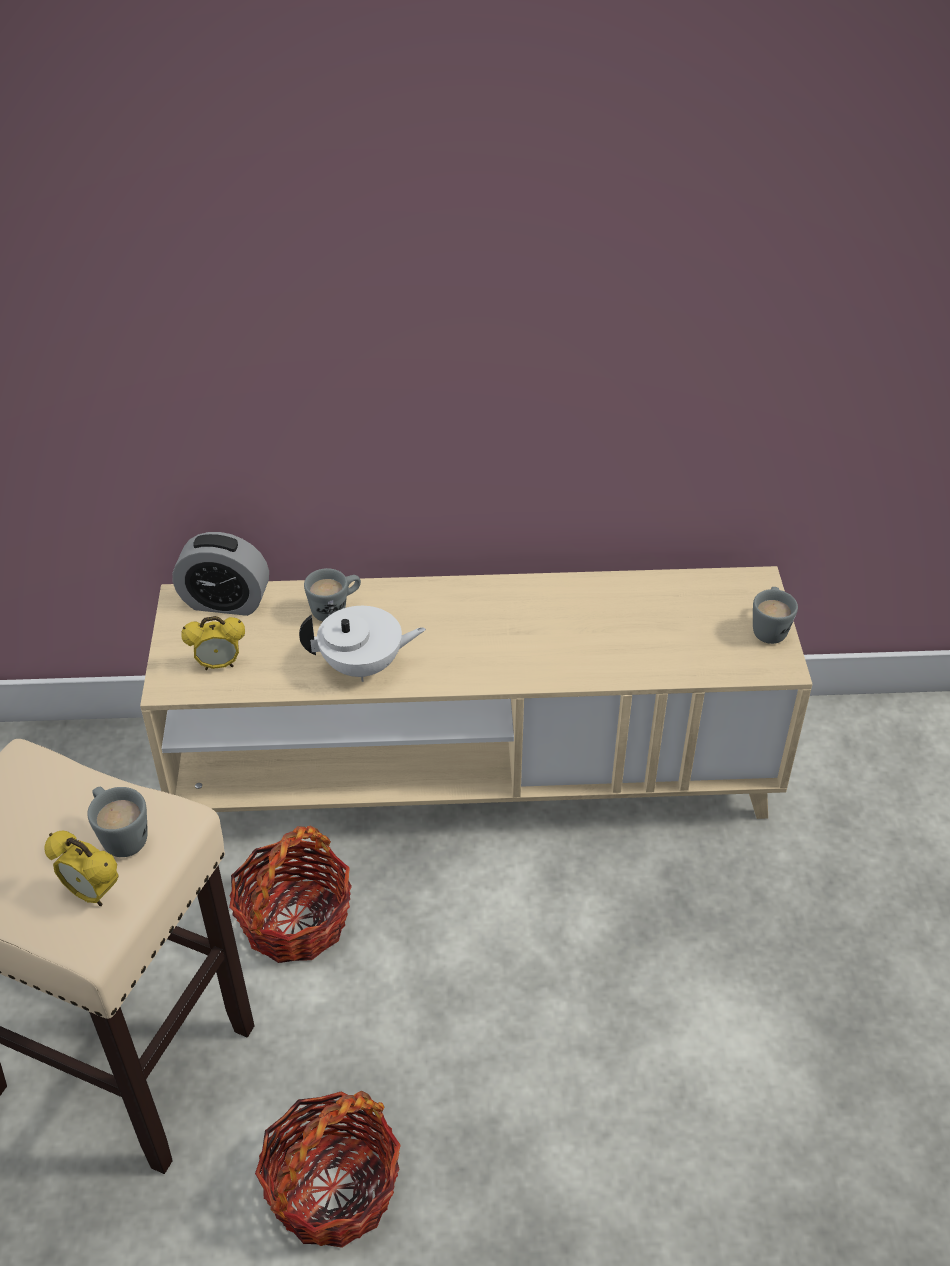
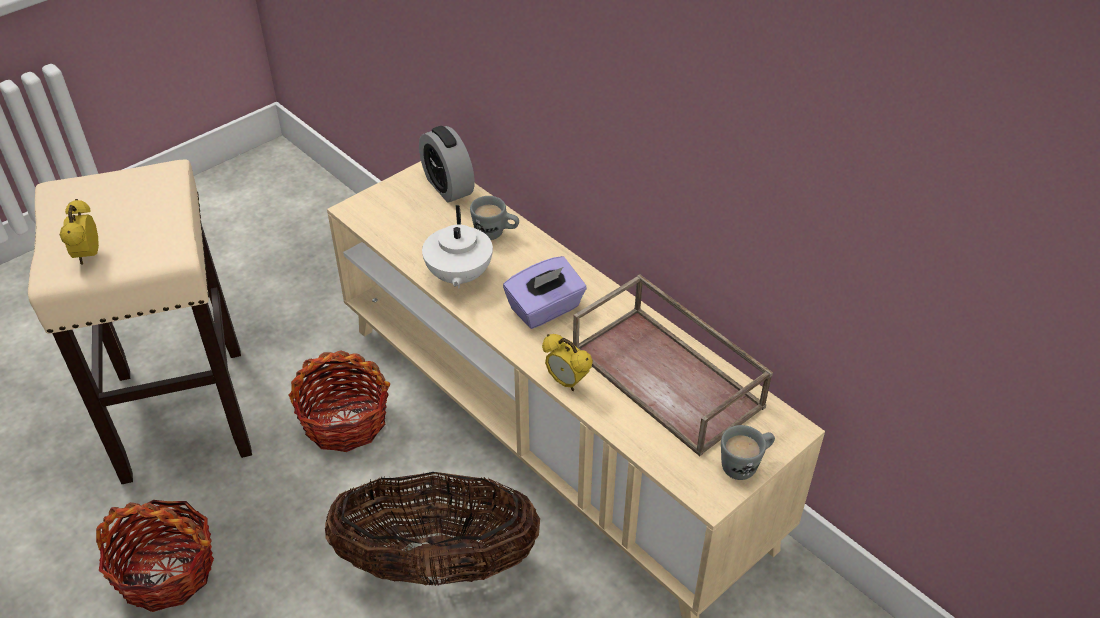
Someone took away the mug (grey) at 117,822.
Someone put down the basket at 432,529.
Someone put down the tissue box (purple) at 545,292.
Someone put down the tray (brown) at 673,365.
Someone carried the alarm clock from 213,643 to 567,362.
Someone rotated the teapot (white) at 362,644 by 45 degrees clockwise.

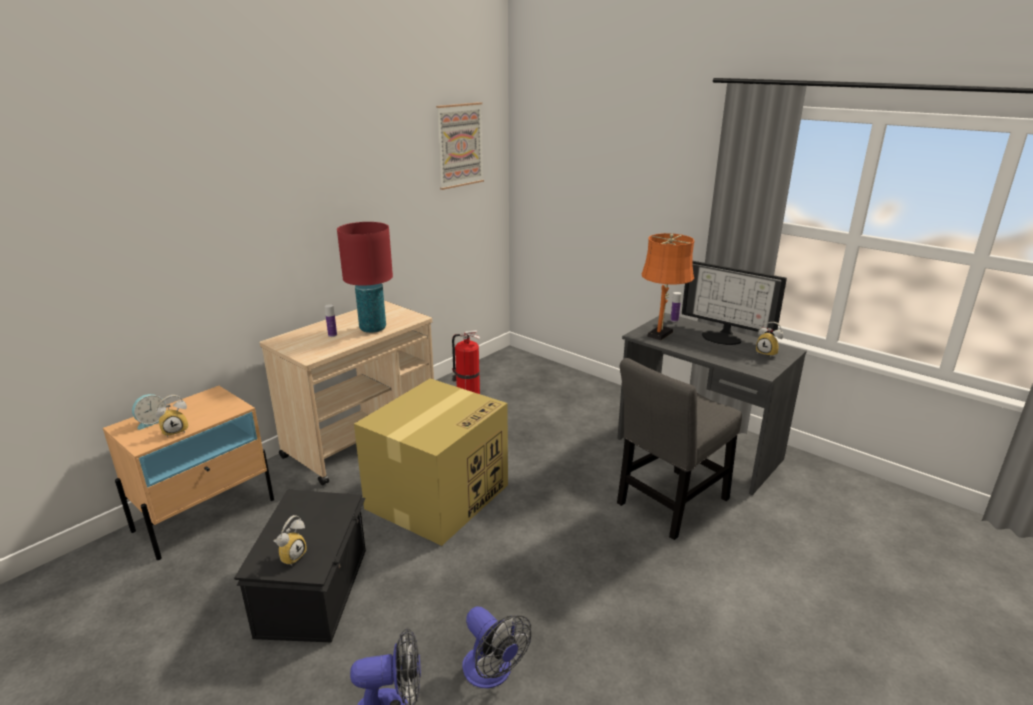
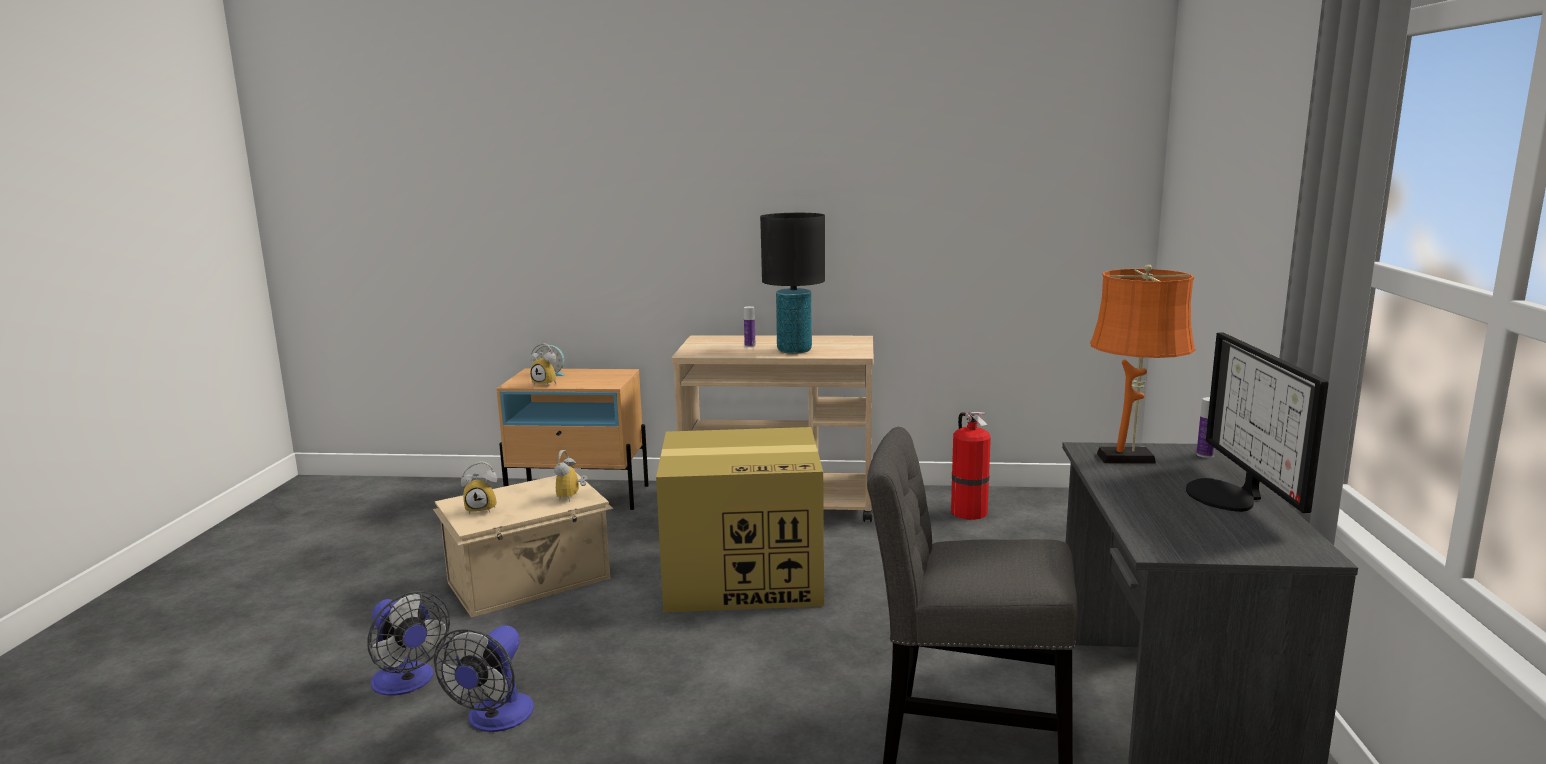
Someone took away the picture at 460,146.
Someone carried the alarm clock from 769,339 to 571,476.
Someone repainted the storage box (black) at 300,566, which became the storage box (beige) at 523,545.
Someone repainted the table lamp (red) at 365,277, which became the table lamp (black) at 792,283.

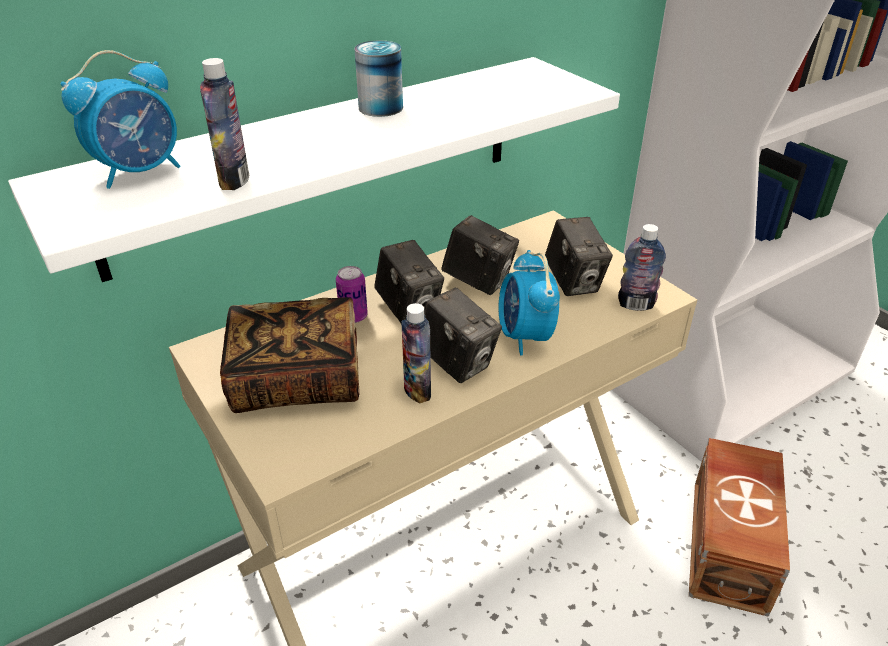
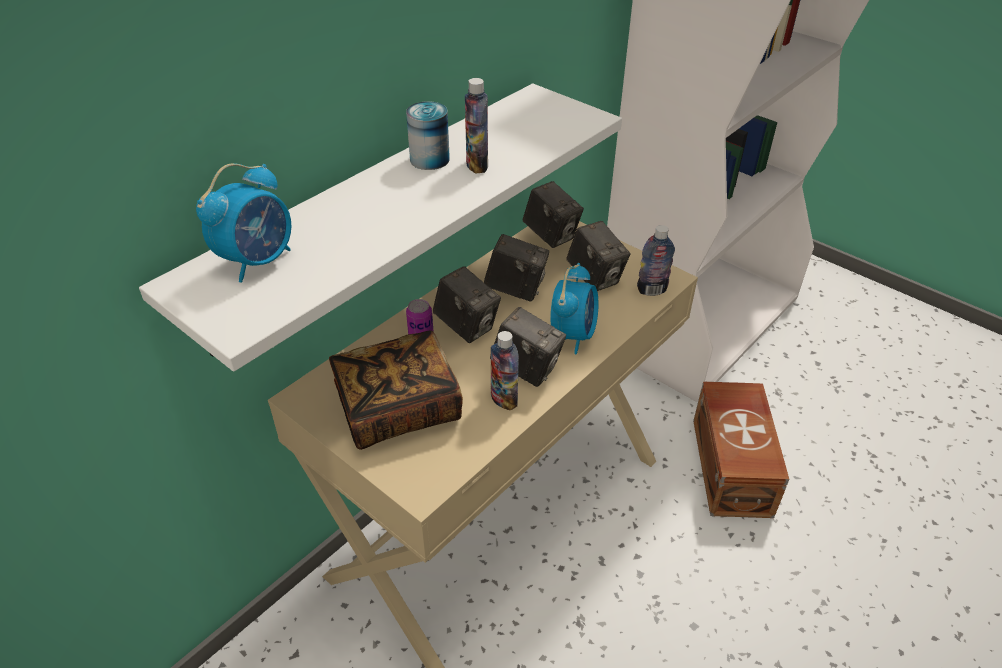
Someone put down the photo camera at 553,214.
Someone carried the bottle from 224,124 to 476,126.
Someone rotated the alarm clock at 529,302 by 135 degrees counterclockwise.

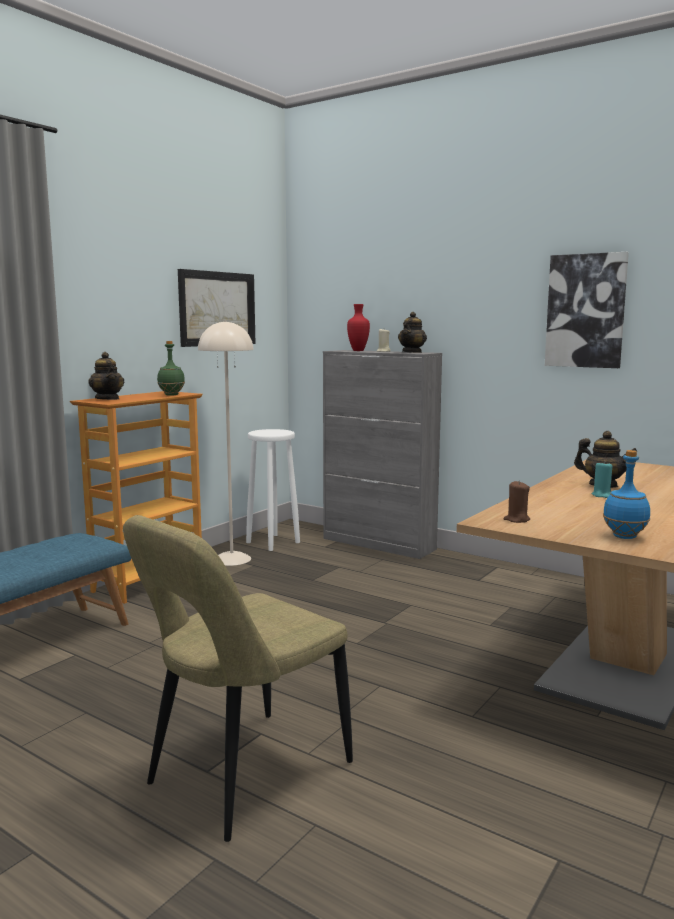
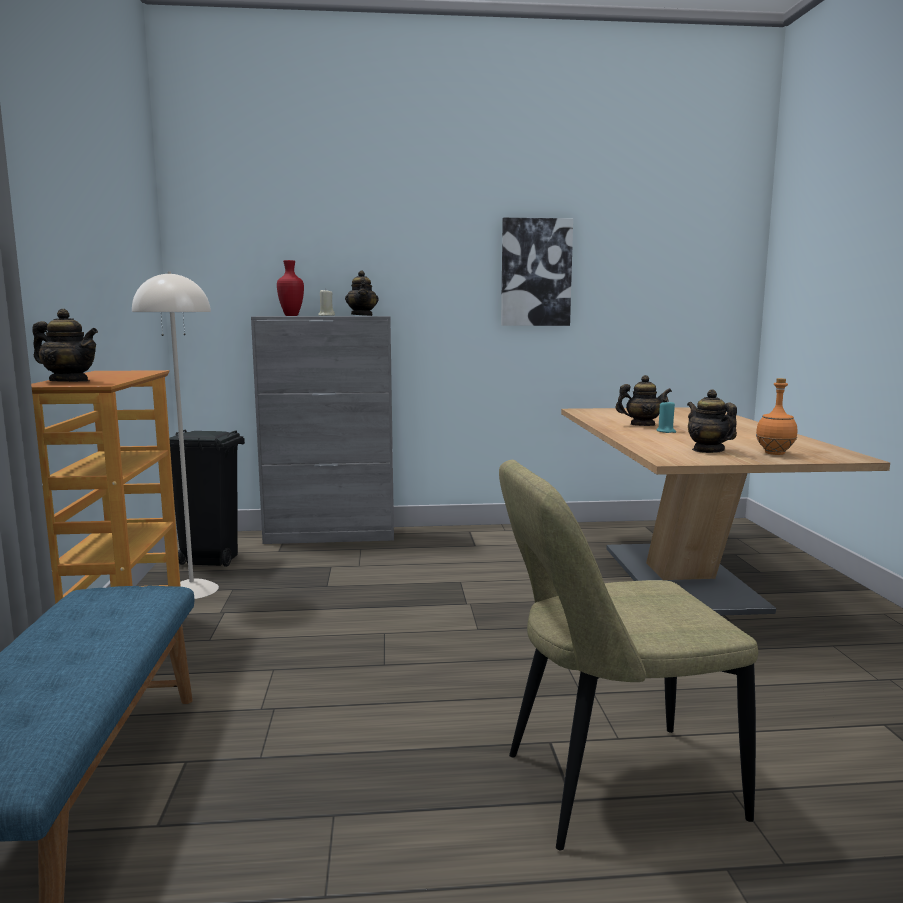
Someone took away the bottle (green) at 171,368.
Someone took away the picture at 217,308.
Someone took away the candle (brown) at 517,502.
Someone put down the teapot at 712,421.
Someone swapped the stool (white) at 273,490 for the trash can (black) at 207,498.
Someone repainted the bottle (blue) at 626,494, which became the bottle (orange) at 776,416.
Someone rotated the chair (beige) at 238,678 by 75 degrees clockwise.

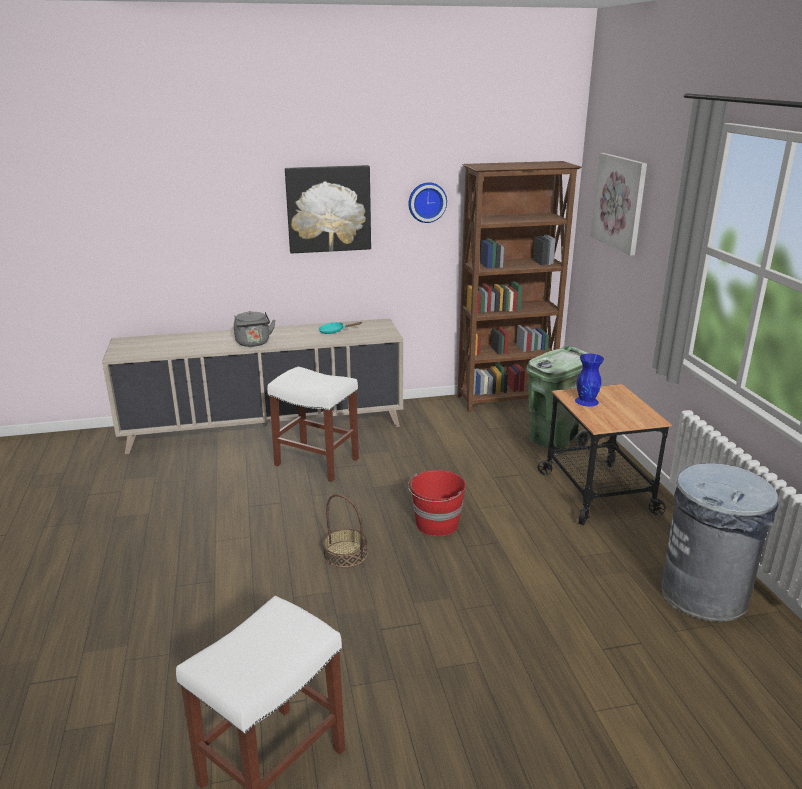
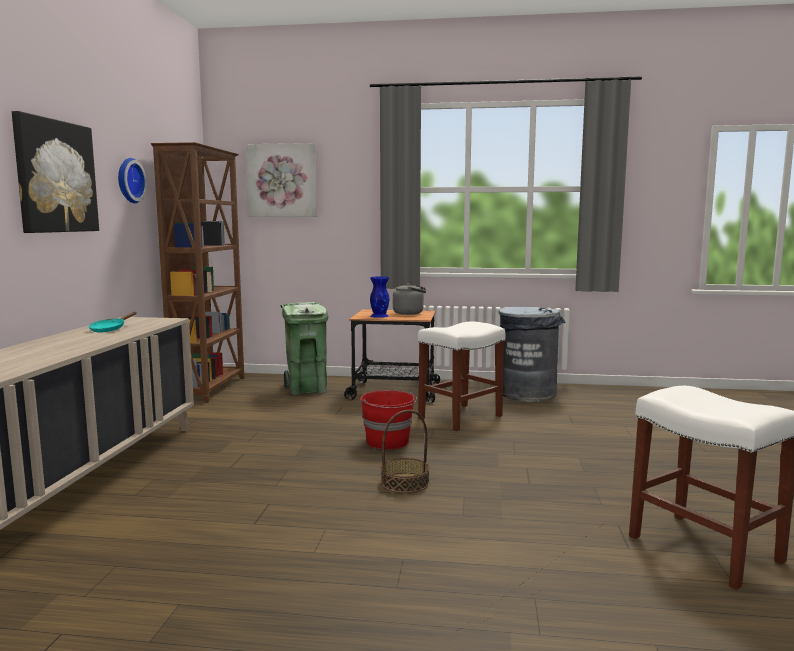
Someone carried the kettle (grey) from 255,329 to 409,299.
Someone carried the stool (white) from 313,424 to 461,376.

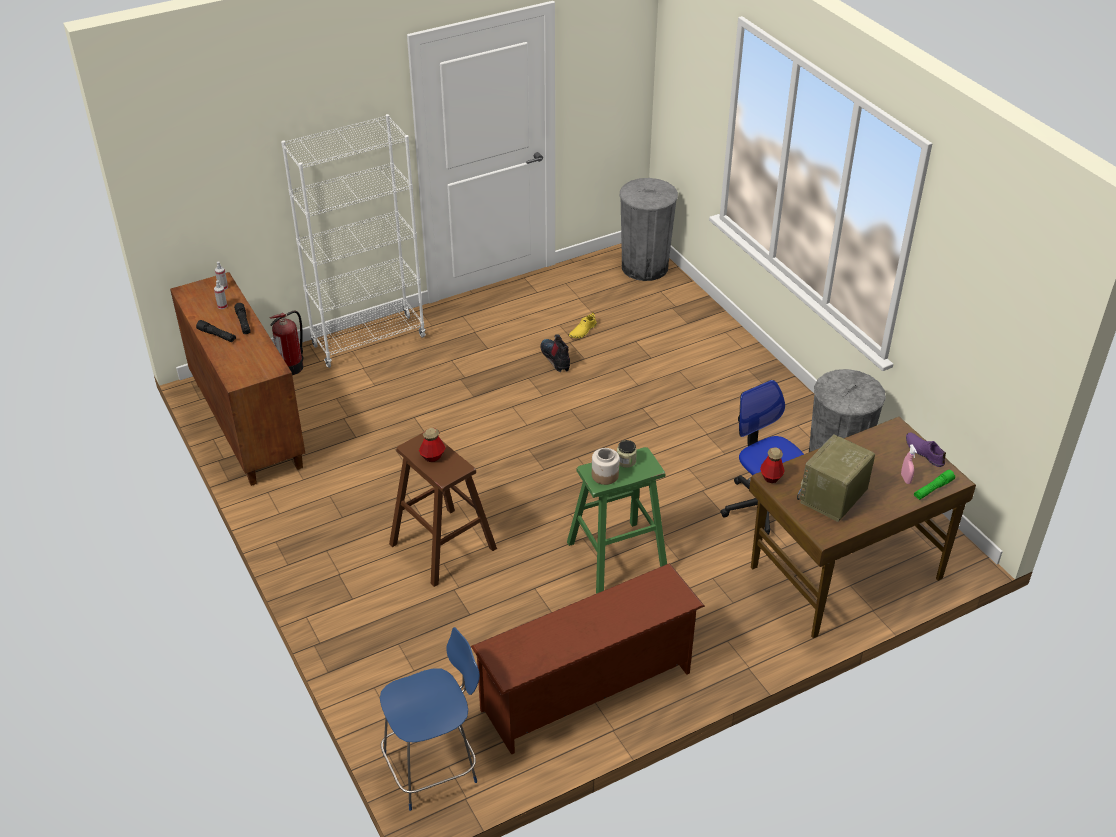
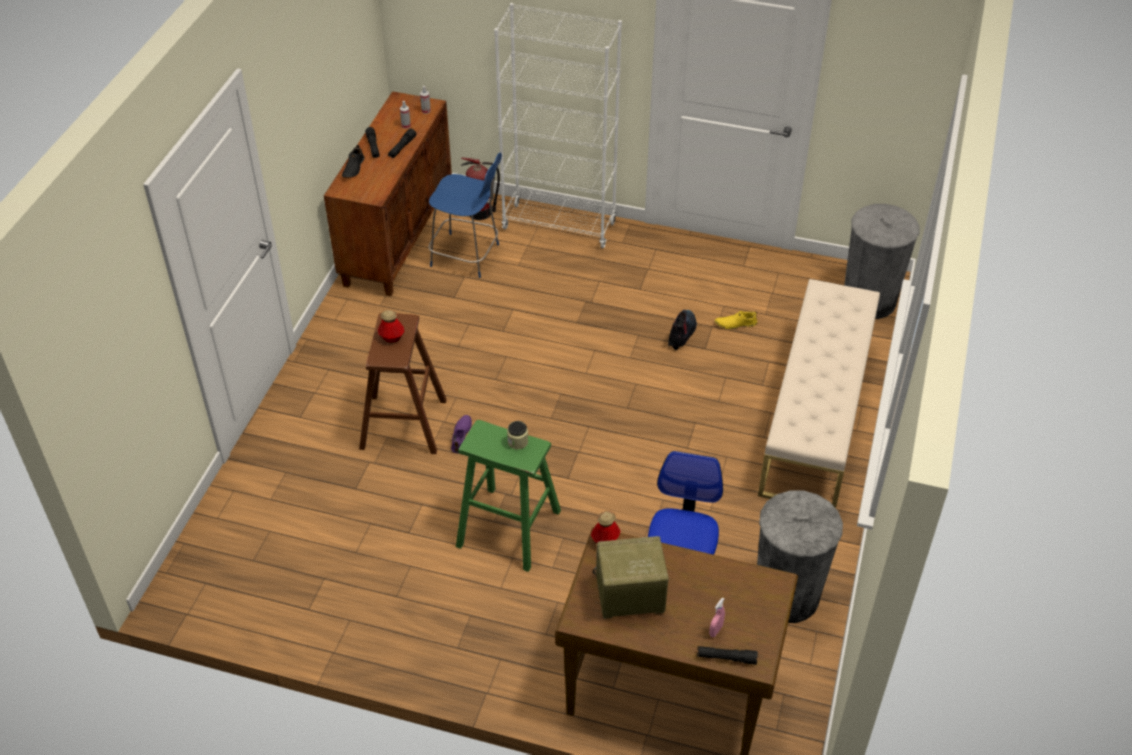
Someone took away the shoe rack (brown) at 588,659.
Someone took away the jar at 605,466.
Someone put down the shoe (black) at 353,161.
Someone put down the bench (beige) at 819,393.
Someone carried the stool (blue) from 430,719 to 465,215.
Someone carried the shoe (purple) from 926,449 to 461,434.
Someone repainted the flashlight (green) at 934,485, which became the flashlight (black) at 727,655.

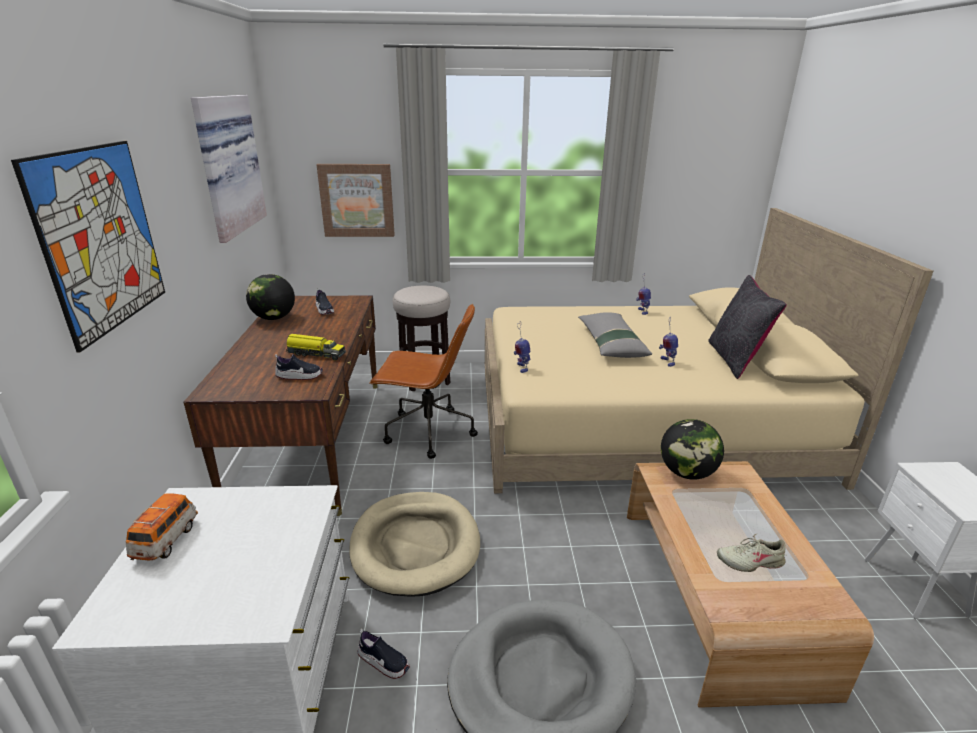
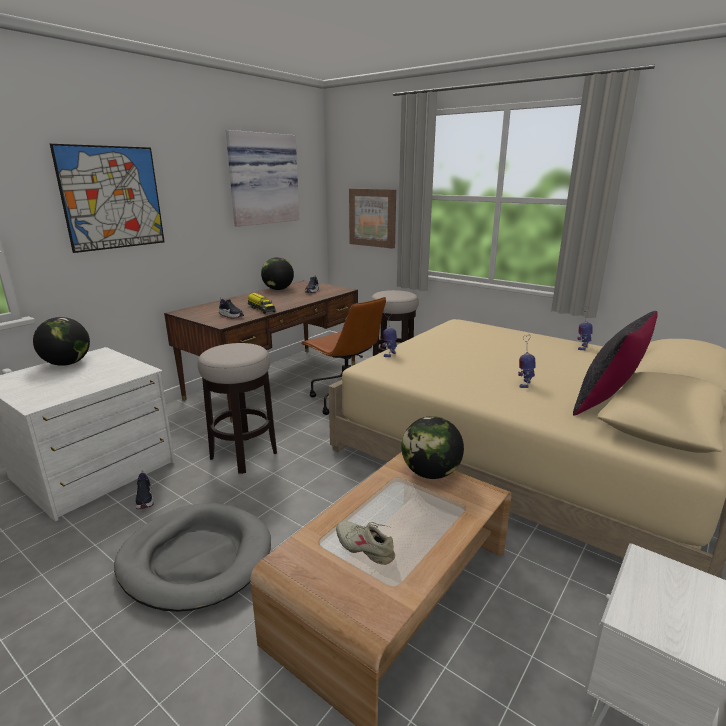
Someone took away the pillow (grey) at 615,335.
Someone swapped the toy car at 162,526 for the globe at 61,341.
Someone swapped the dog bed (beige) at 414,544 for the stool at 237,408.

